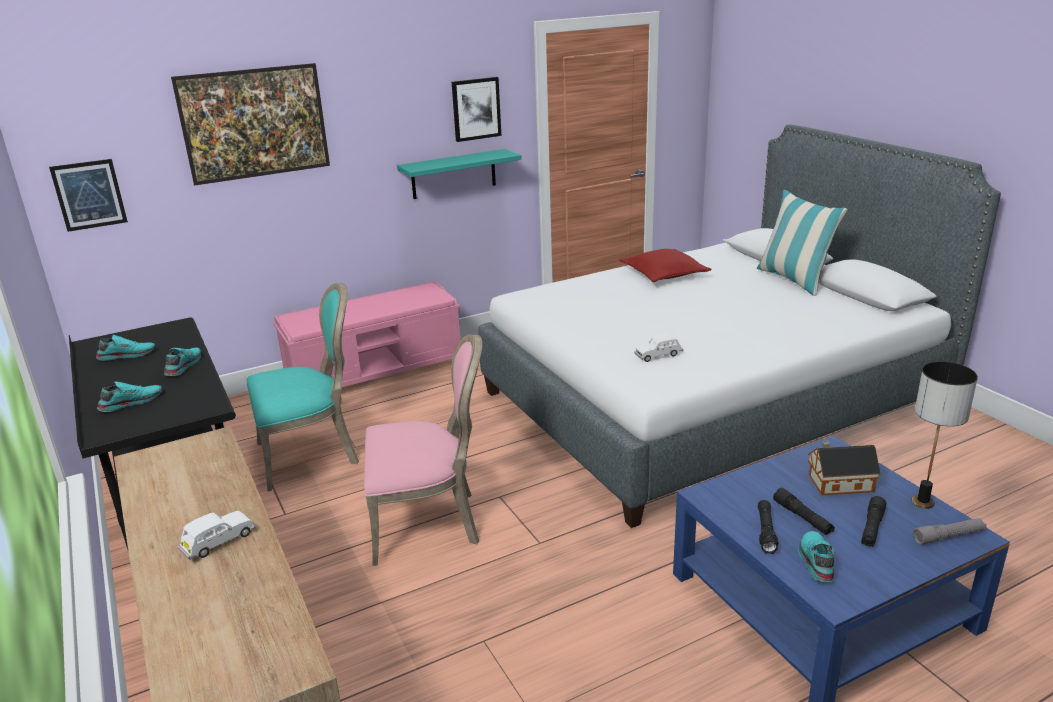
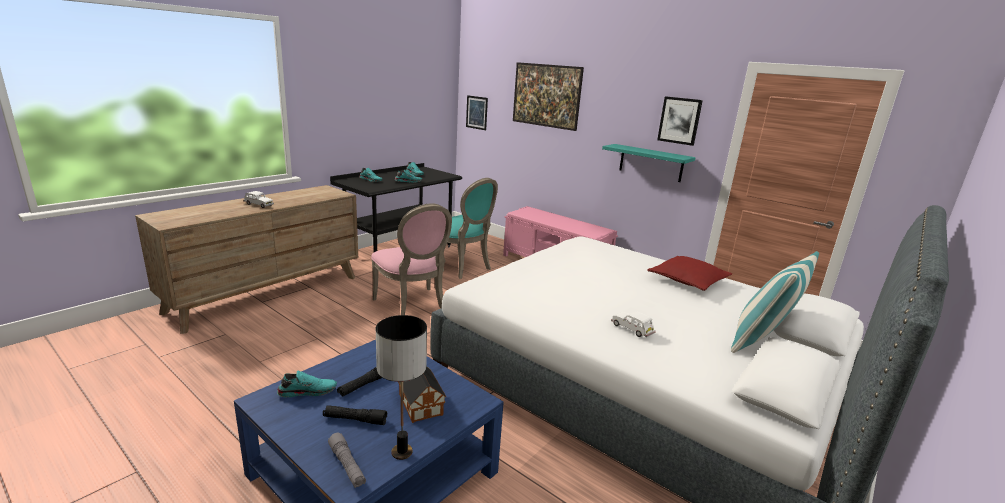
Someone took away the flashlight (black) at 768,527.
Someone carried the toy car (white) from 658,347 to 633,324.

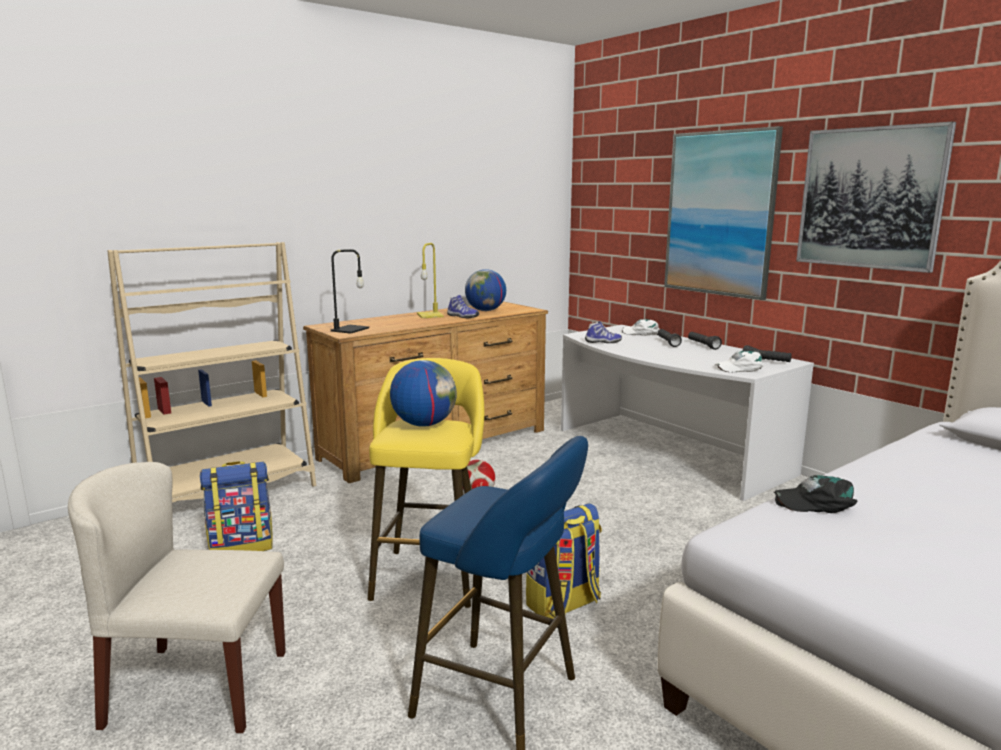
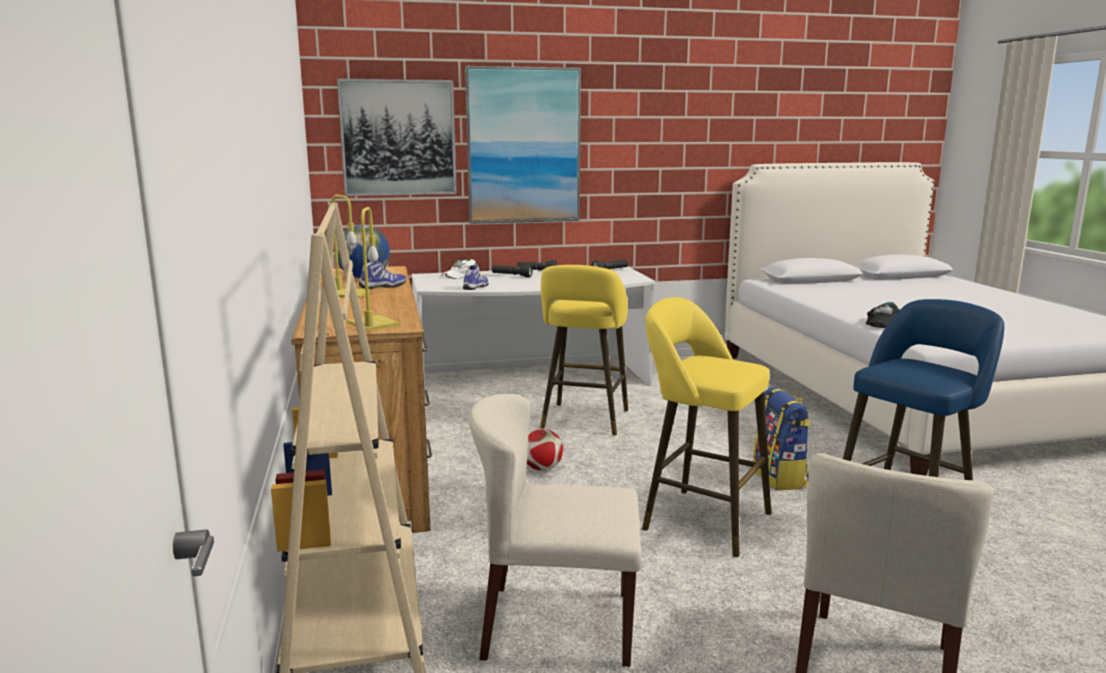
Someone took away the globe at 423,393.
Someone took away the cap (white) at 739,361.
Someone put down the stool (yellow) at 584,350.
Someone carried the picture from 876,197 to 397,137.
Someone swapped the backpack at 236,506 for the chair (beige) at 555,530.
Someone repainted the table lamp (black) at 350,291, which became the table lamp (yellow) at 373,269.

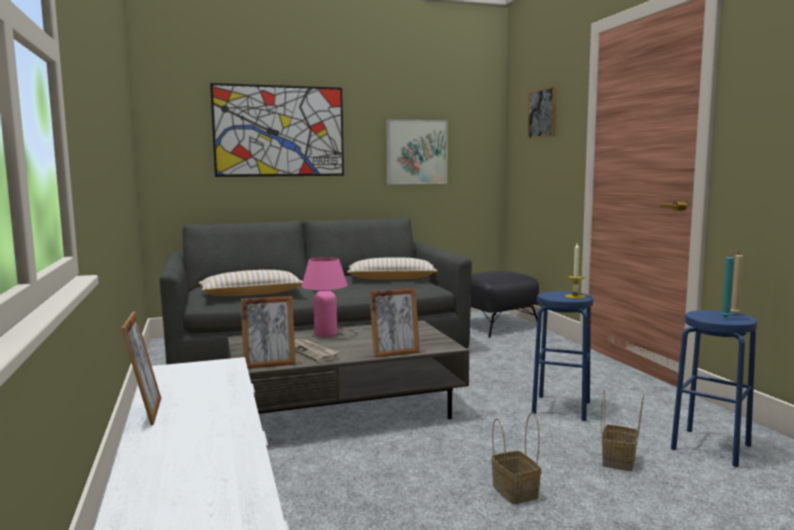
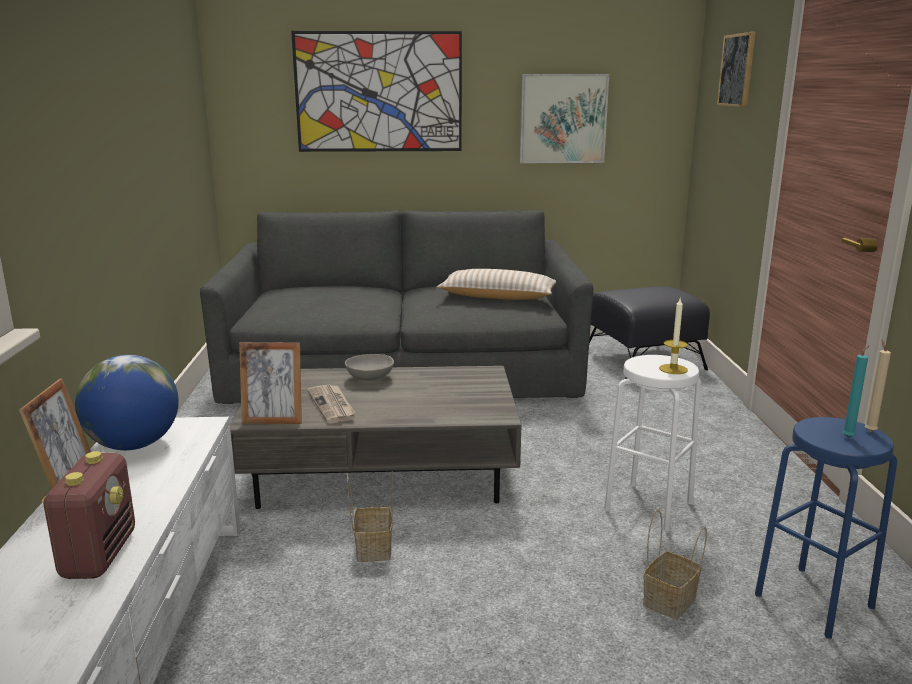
Someone took away the pillow (beige) at 251,283.
Someone took away the picture frame at 394,323.
Someone put down the radio at 88,515.
Someone put down the globe at 127,402.
Someone carried the basket from 516,458 to 370,516.
Someone swapped the table lamp (pink) at 325,297 for the bowl (grey) at 369,367.
Someone repainted the stool (blue) at 562,356, which became the stool (white) at 652,443.

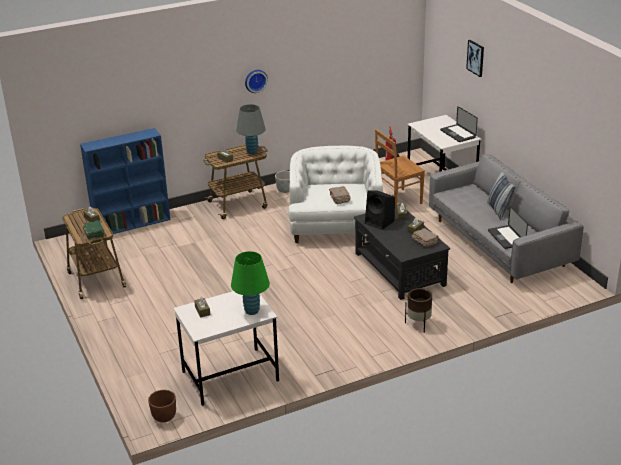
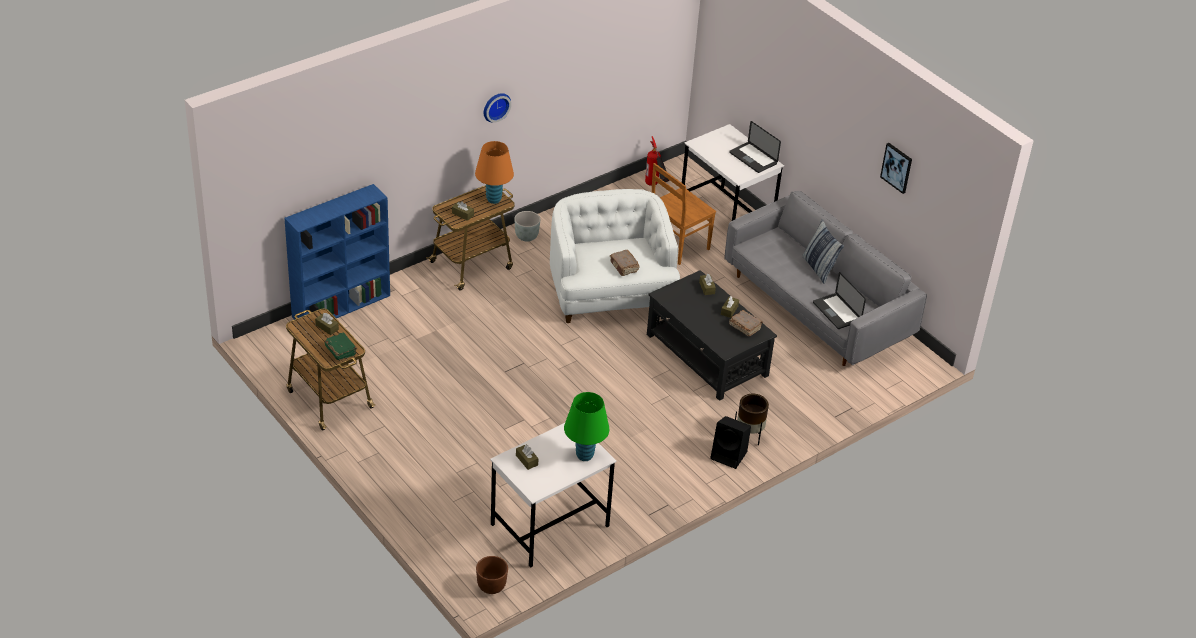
Someone carried the speaker (black) from 380,210 to 730,442.
Someone carried the picture from 475,58 to 896,168.
Someone repainted the table lamp (grey) at 251,129, which became the table lamp (orange) at 494,172.

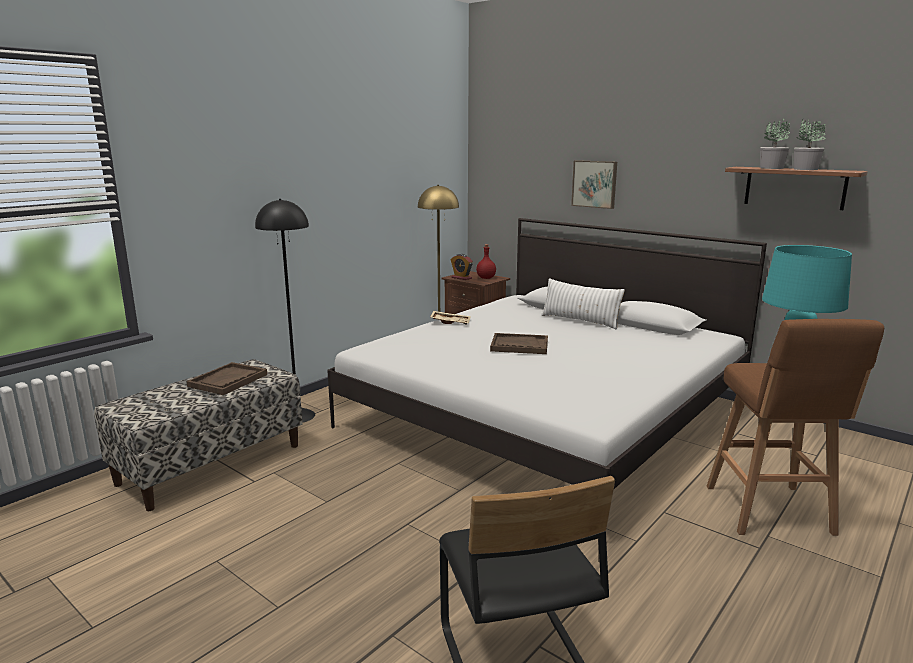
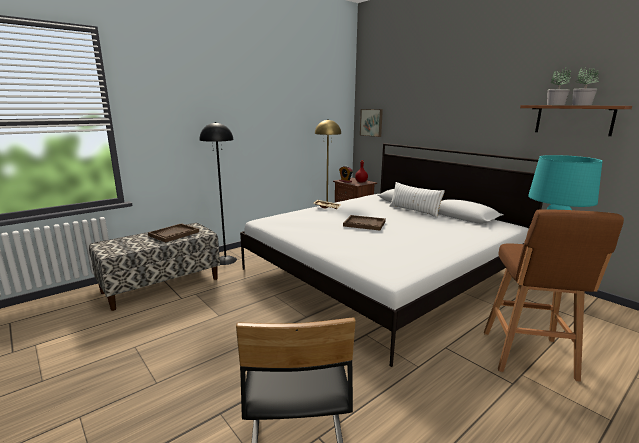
Someone carried the picture from 594,184 to 371,123.

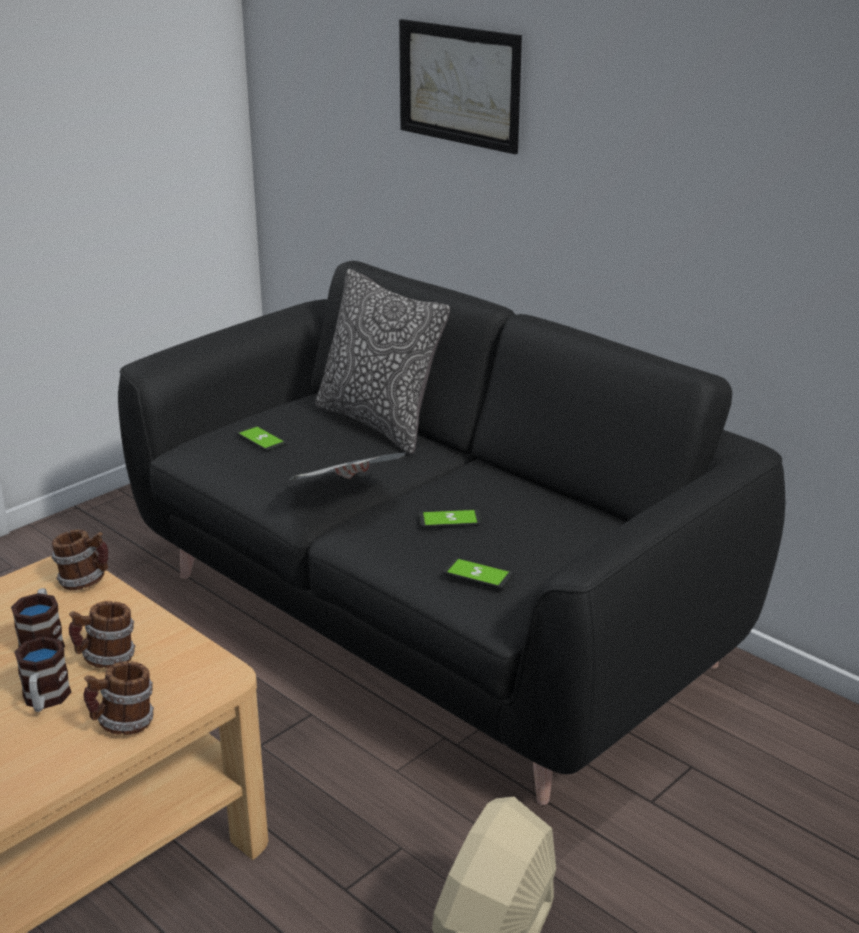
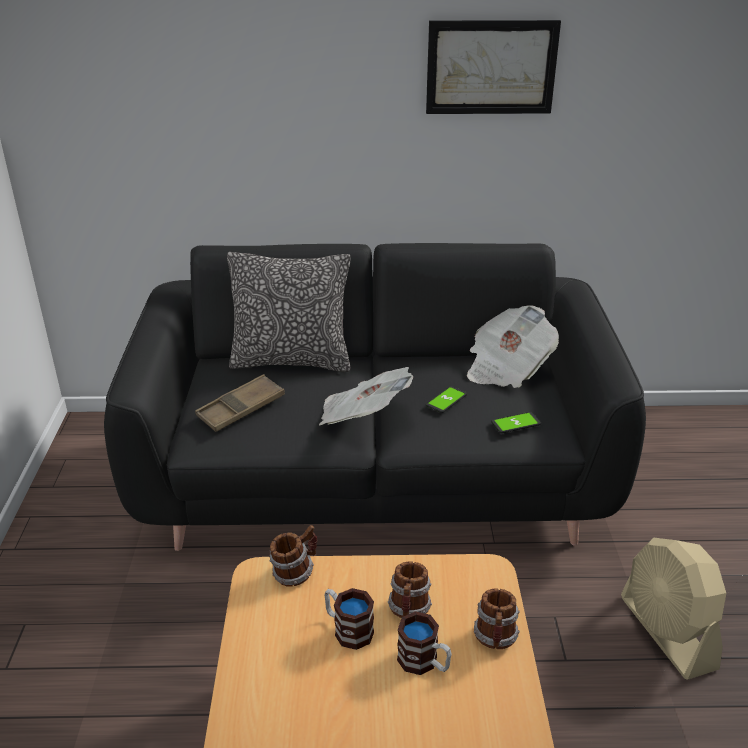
Someone put down the newspaper at 513,346.
Someone carried the picture from 460,86 to 493,67.
Someone swapped the phone at 261,438 for the tray (brown) at 240,403.

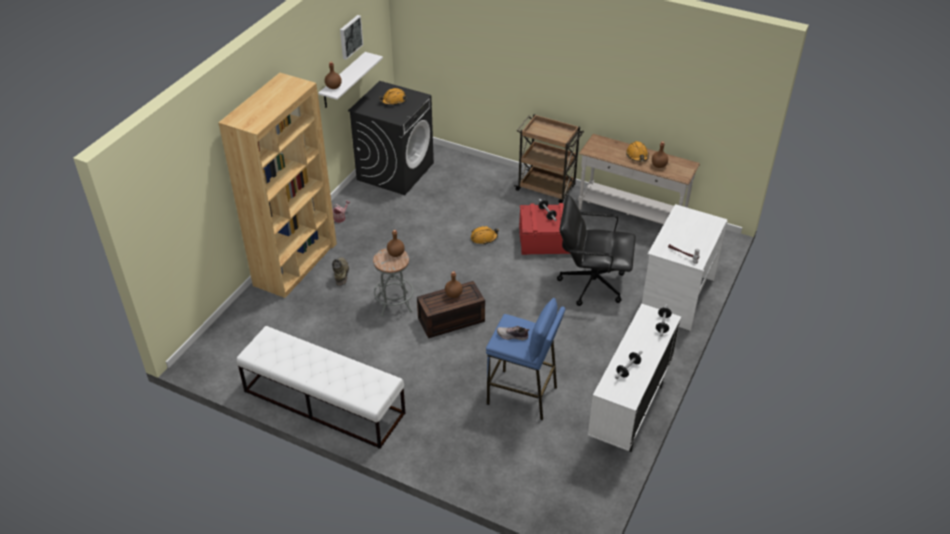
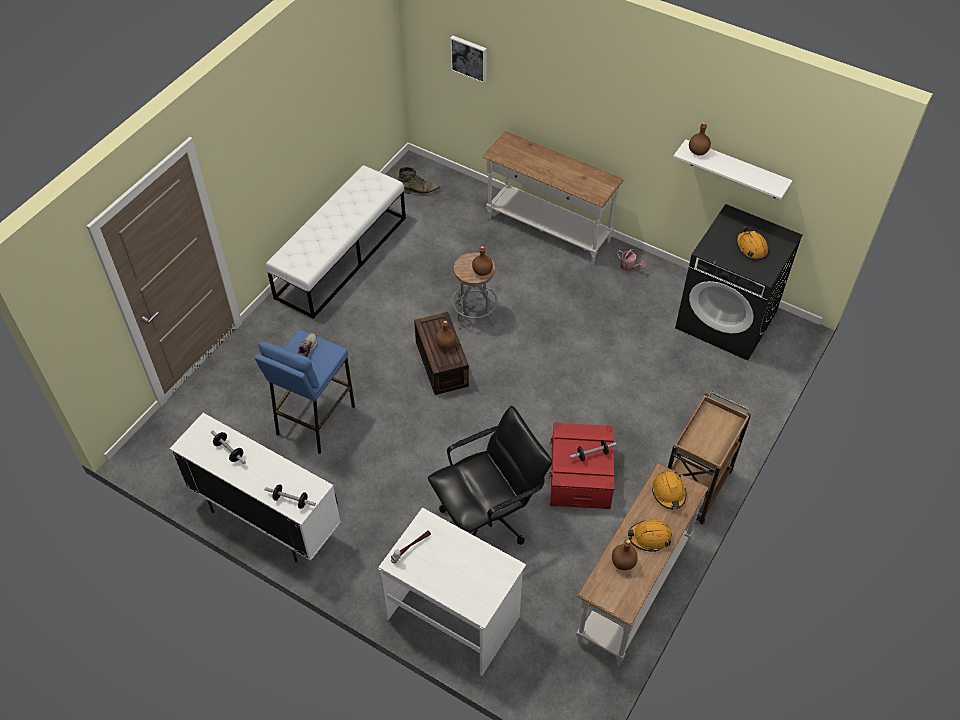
Someone carried the boot (green) from 340,271 to 418,181.
Someone carried the picture from 351,37 to 468,59.
Someone carried the hard hat (orange) from 485,235 to 669,490.
Someone swapped the bookcase (brown) at 277,185 for the console table (white) at 553,197.
Someone rotated the office chair (black) at 596,250 by 45 degrees clockwise.

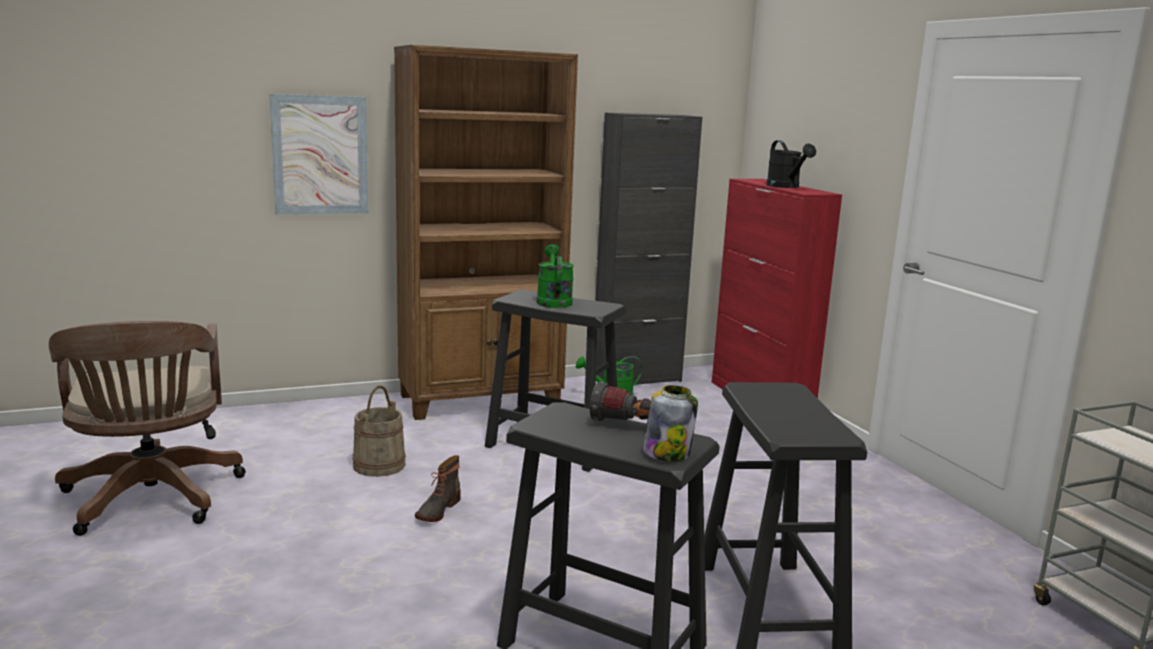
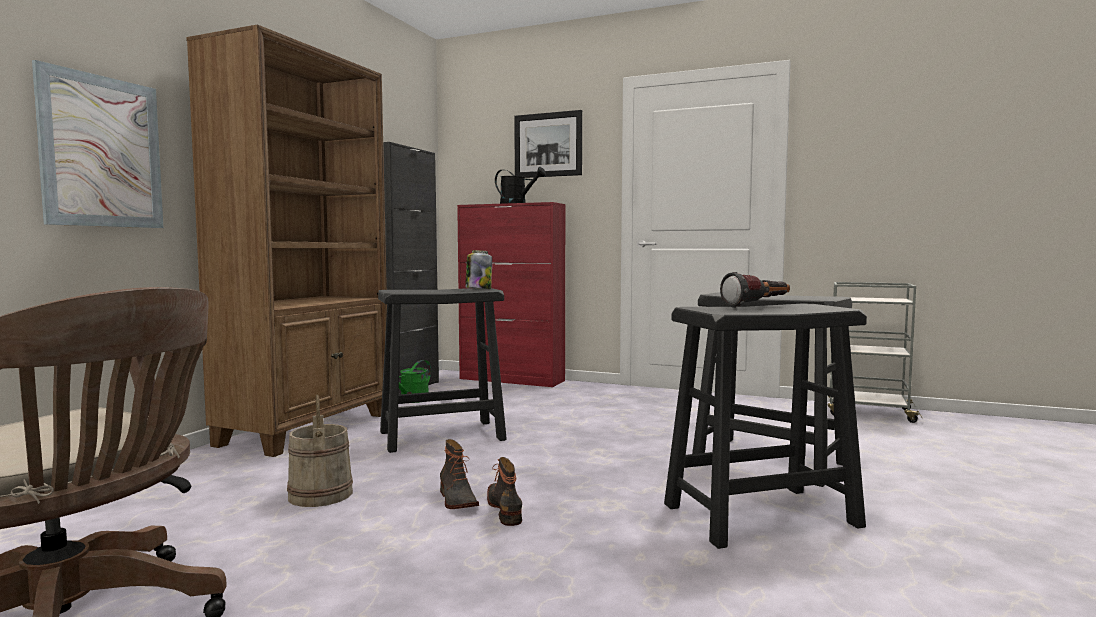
Someone took away the watering can (green) at 555,276.
Someone put down the boot at 504,491.
Someone put up the picture at 548,144.
Someone carried the jar from 670,423 to 478,269.

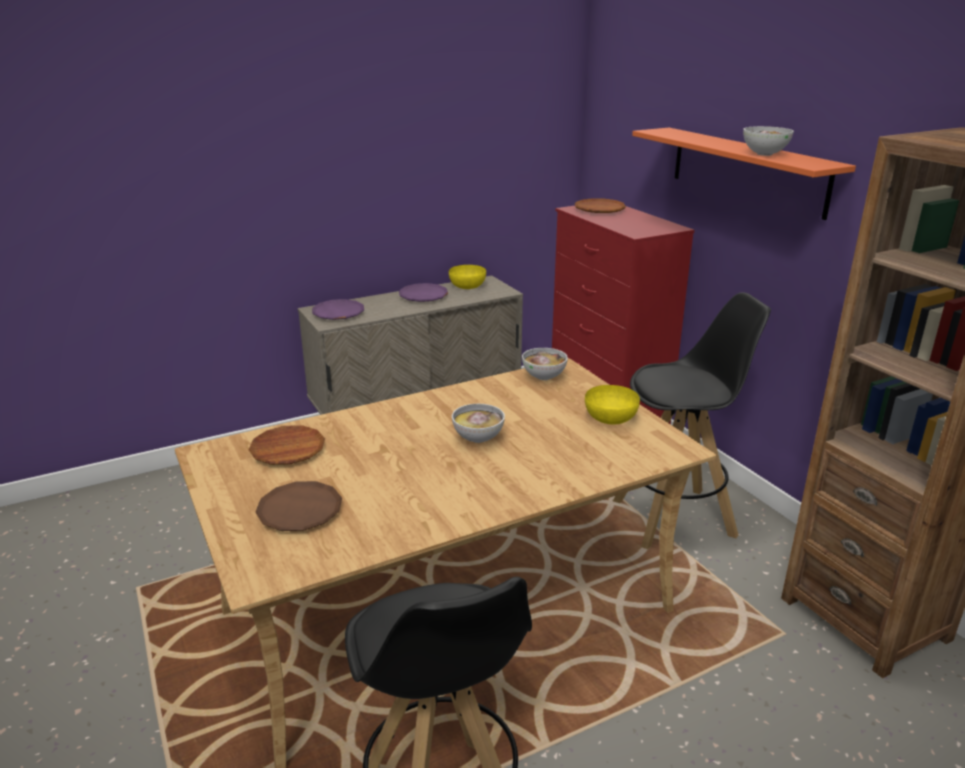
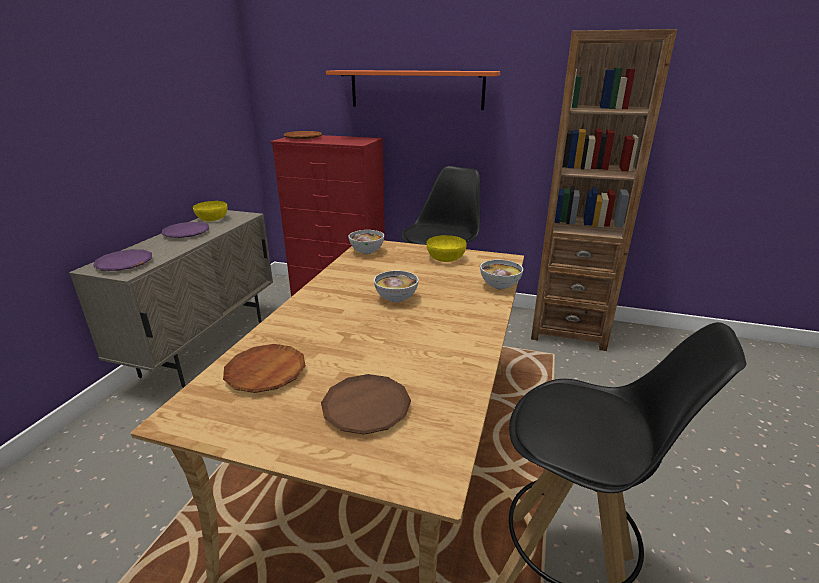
Someone carried the bowl from 768,141 to 501,274.

